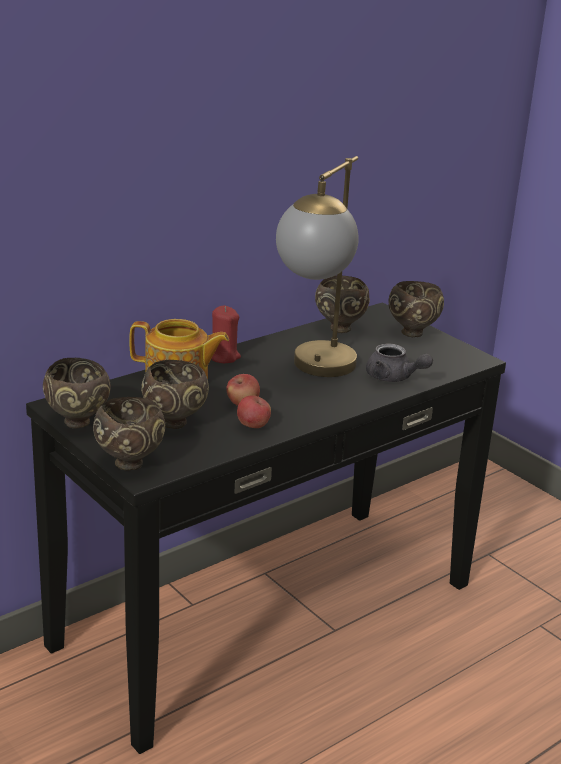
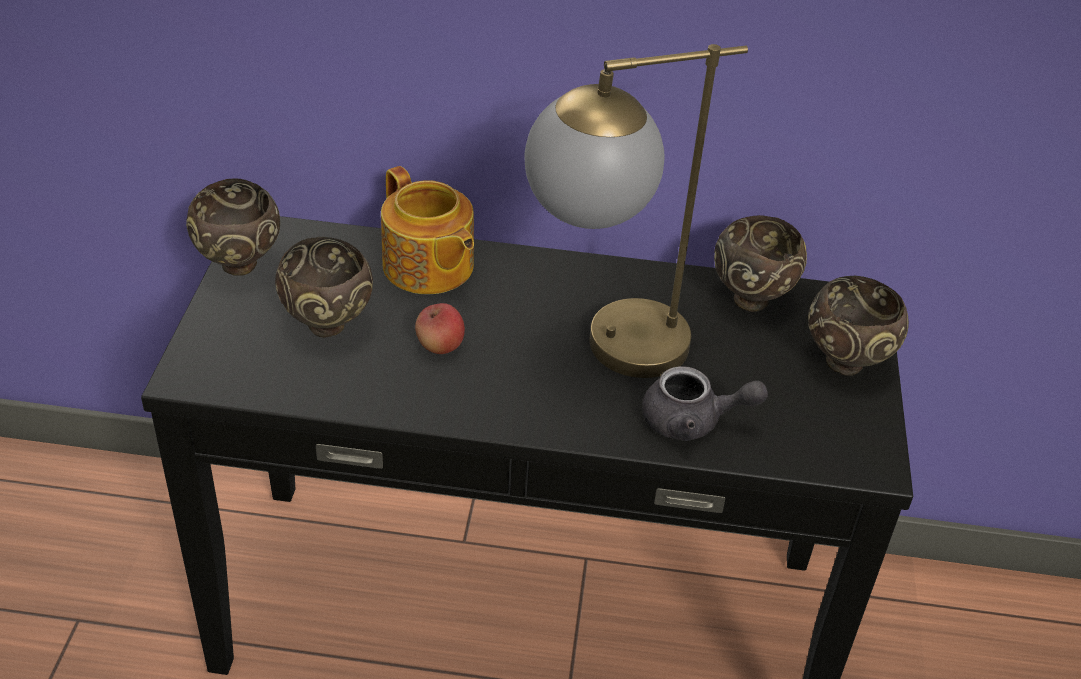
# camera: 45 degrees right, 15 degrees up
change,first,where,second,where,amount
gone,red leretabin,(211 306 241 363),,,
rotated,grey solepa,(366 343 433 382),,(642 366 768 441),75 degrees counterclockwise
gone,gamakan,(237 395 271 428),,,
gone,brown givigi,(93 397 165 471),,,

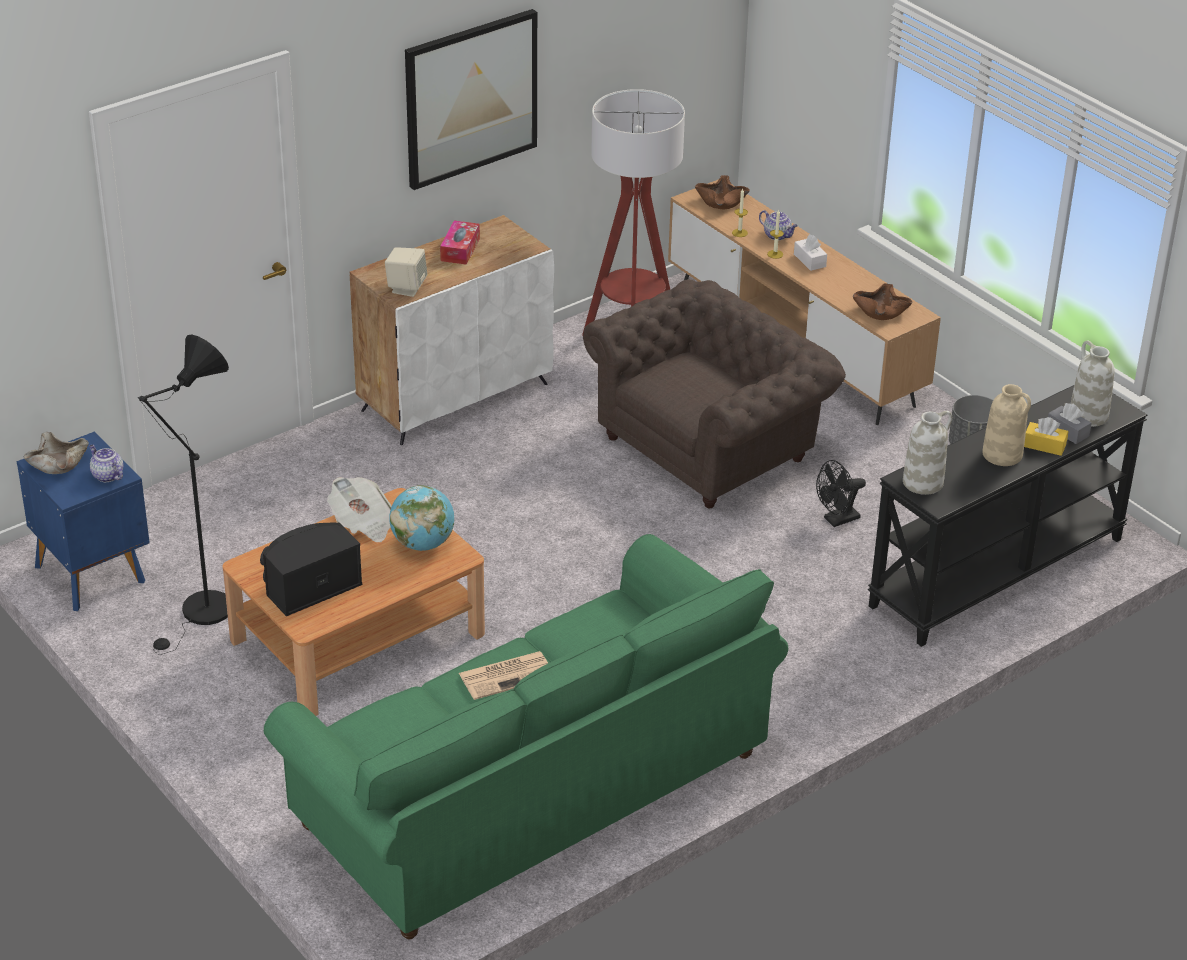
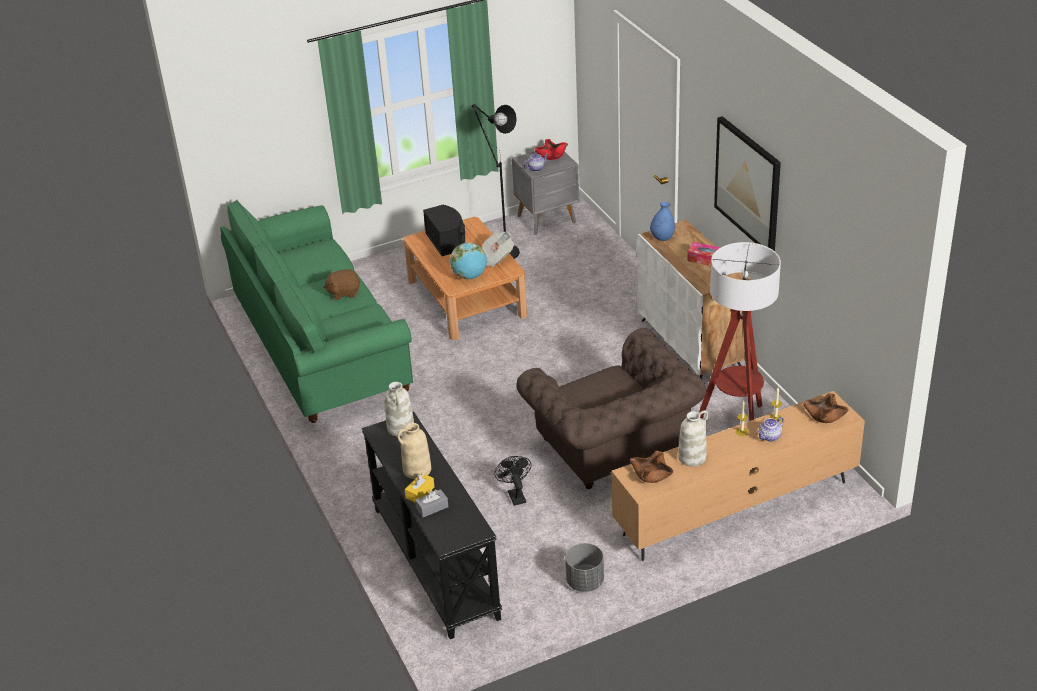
# camera: 105 degrees right, 0 degrees up
change,first,where,second,where,amount
gone,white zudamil,(794 234 827 271),,,
swapped,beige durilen,(385 247 427 297),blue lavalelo,(650 202 675 241),
shifted,white lavalelo,(1071 341 1115 427),,(678 410 708 467),
repainted,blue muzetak,(17 432 150 611),grey muzetak,(512 151 579 235),
repainted,beige givigi,(24 432 89 474),red givigi,(535 139 568 160),
swapped,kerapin,(459 651 548 700),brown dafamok,(323 269 361 300),

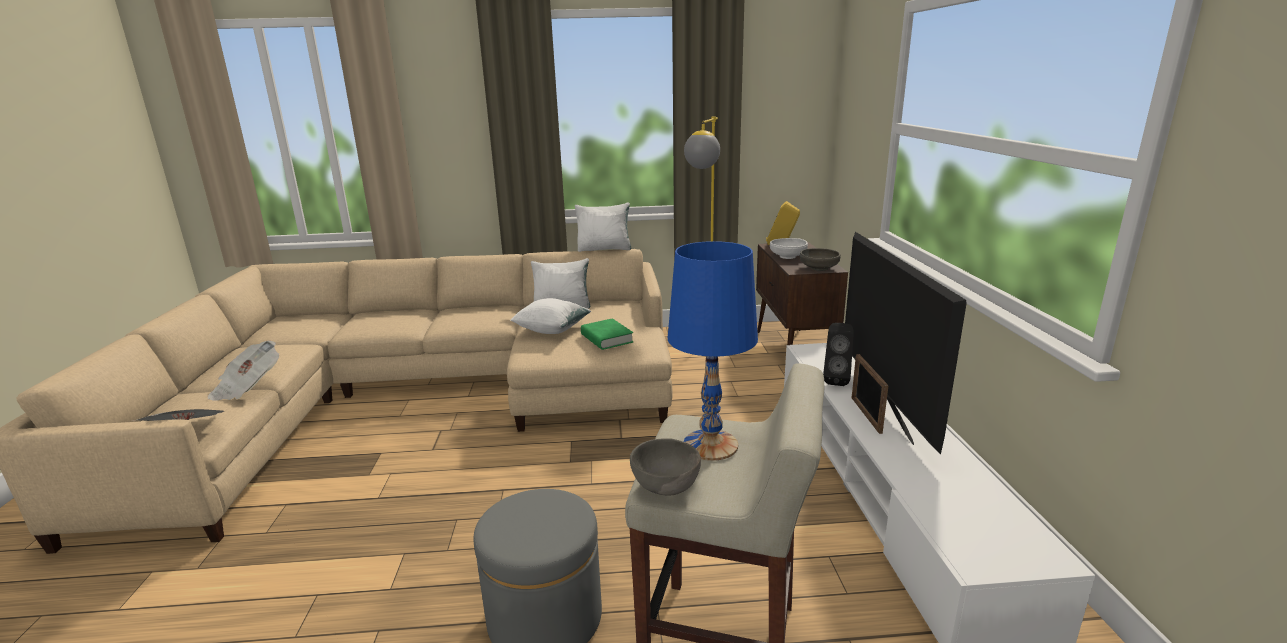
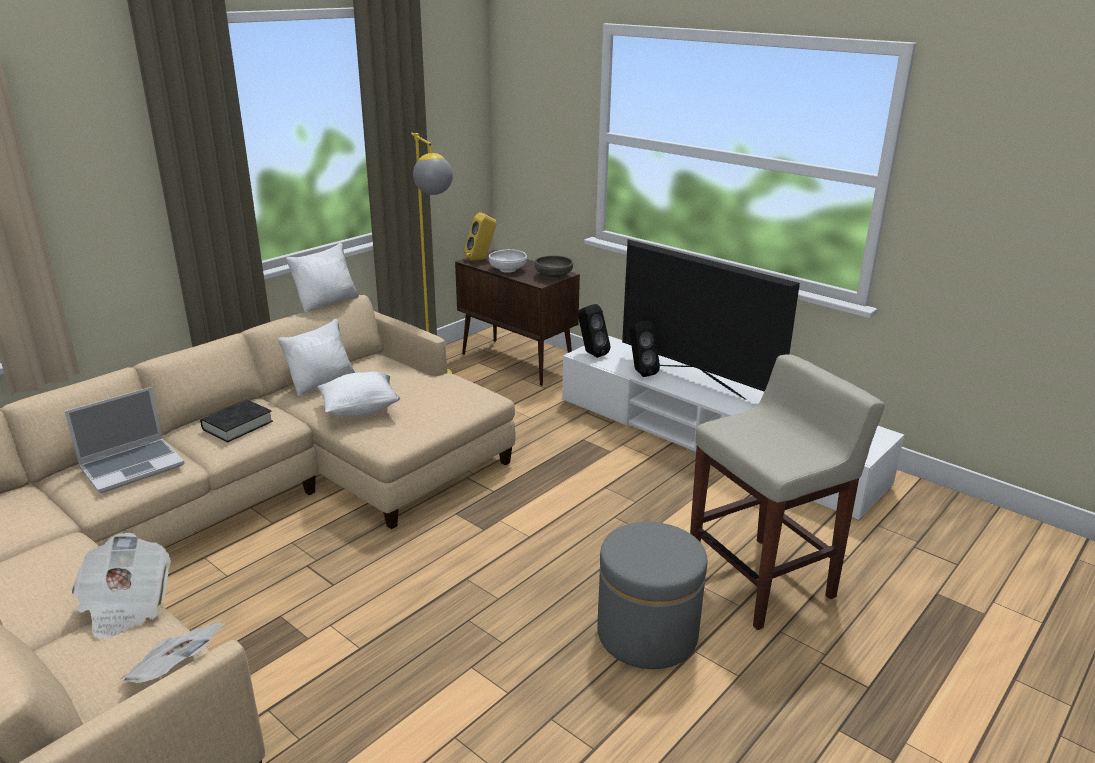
# camera: 45 degrees left, 5 degrees up
change,first,where,second,where,amount
gone,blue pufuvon,(668 241 758 461),,,
gone,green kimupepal,(581 318 633 350),,,
gone,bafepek,(852 354 889 434),,,
gone,grey givigi,(630 438 701 495),,,
new,,,black durilen,(578 304 610 358),
new,,,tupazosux,(65 387 184 493),
new,,,black kimupepal,(200 400 273 442),

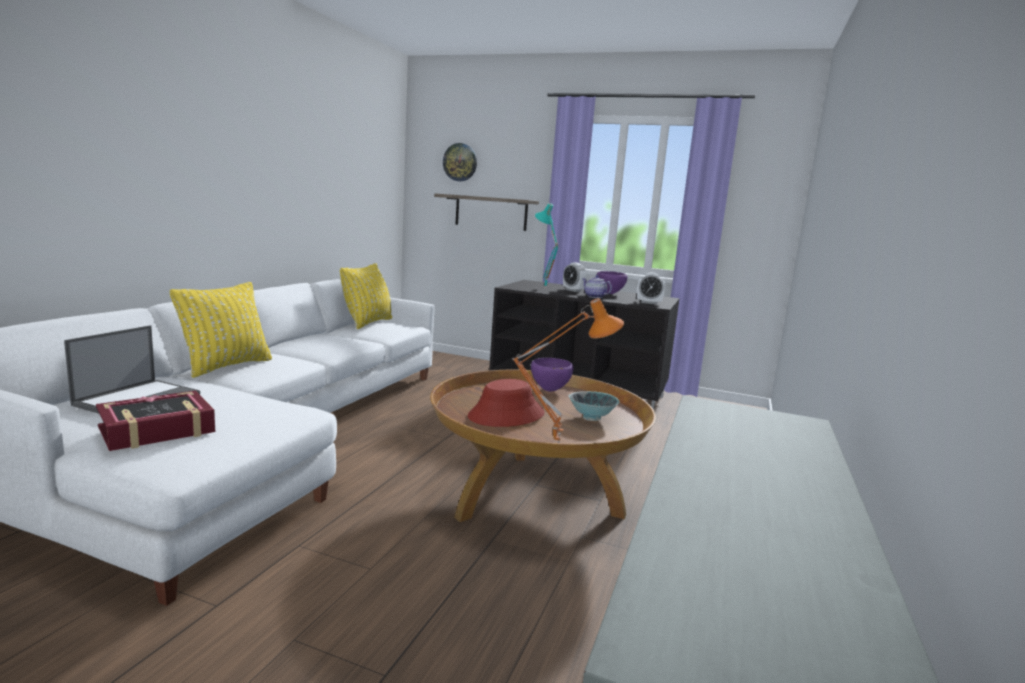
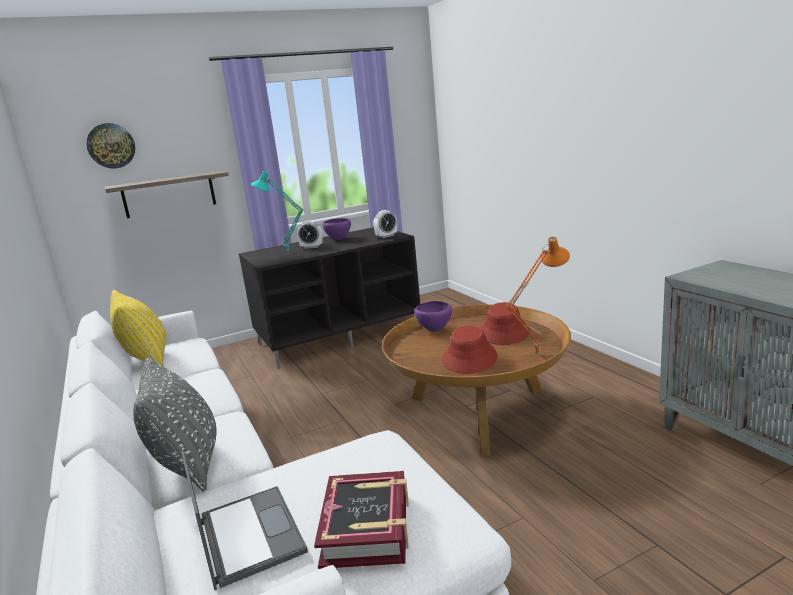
# camera: 45 degrees left, 5 degrees up
change,first,where,second,where,amount
gone,solepa,(582 275 612 298),,,
repainted,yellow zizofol,(170 282 272 378),grey zizofol,(133 357 216 491),
swapped,givigi,(569 391 620 421),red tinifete,(480 302 530 345),

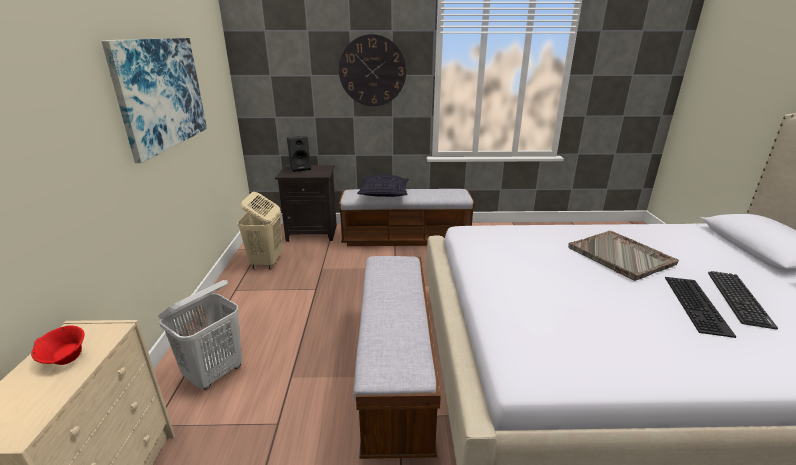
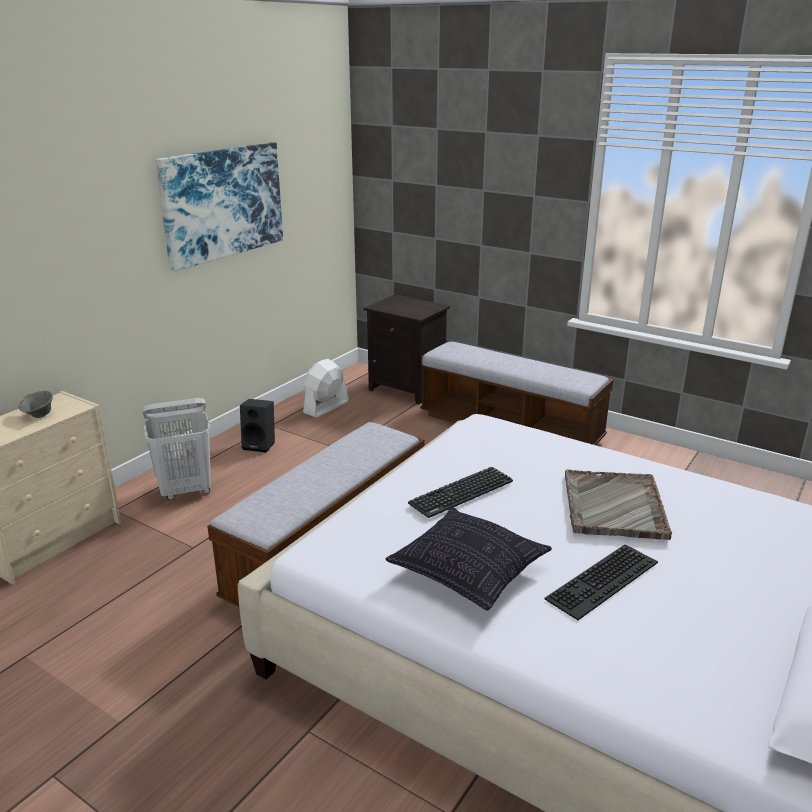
# camera: 35 degrees right, 0 degrees up
change,first,where,second,where,amount
gone,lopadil,(339 34 406 106),,,
shifted,black durilen,(287 136 311 172),,(240 399 275 453),
shifted,zizofol,(357 174 409 197),,(386 507 552 611),
swapped,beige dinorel,(237 192 282 269),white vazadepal,(303 359 349 417),
shifted,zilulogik,(708 271 778 330),,(408 467 513 518),
repainted,red givigi,(31 325 84 365),grey givigi,(19 391 53 418),

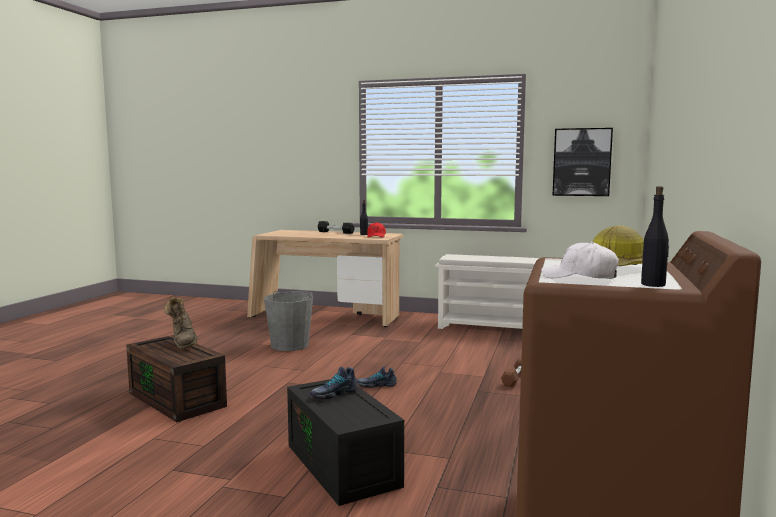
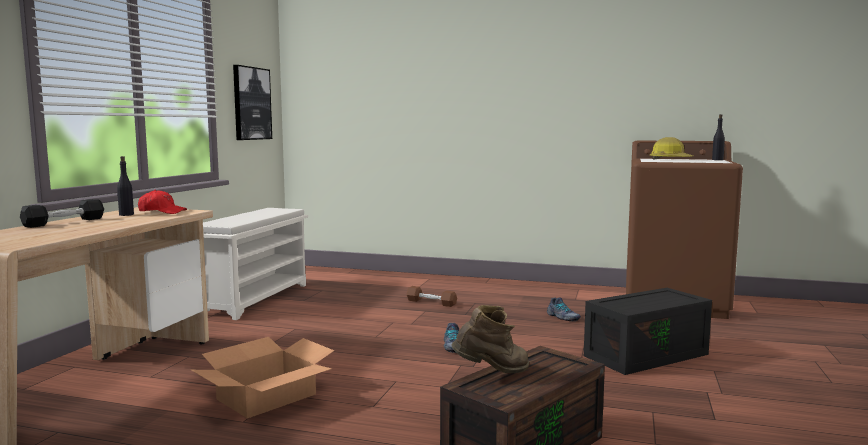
# camera: 90 degrees left, 0 degrees up
change,first,where,second,where,amount
gone,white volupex,(541 241 619 279),,,
swapped,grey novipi,(264 291 313 351),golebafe,(191 337 334 418),
shifted,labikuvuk,(310 367 358 400),,(547 297 581 321),

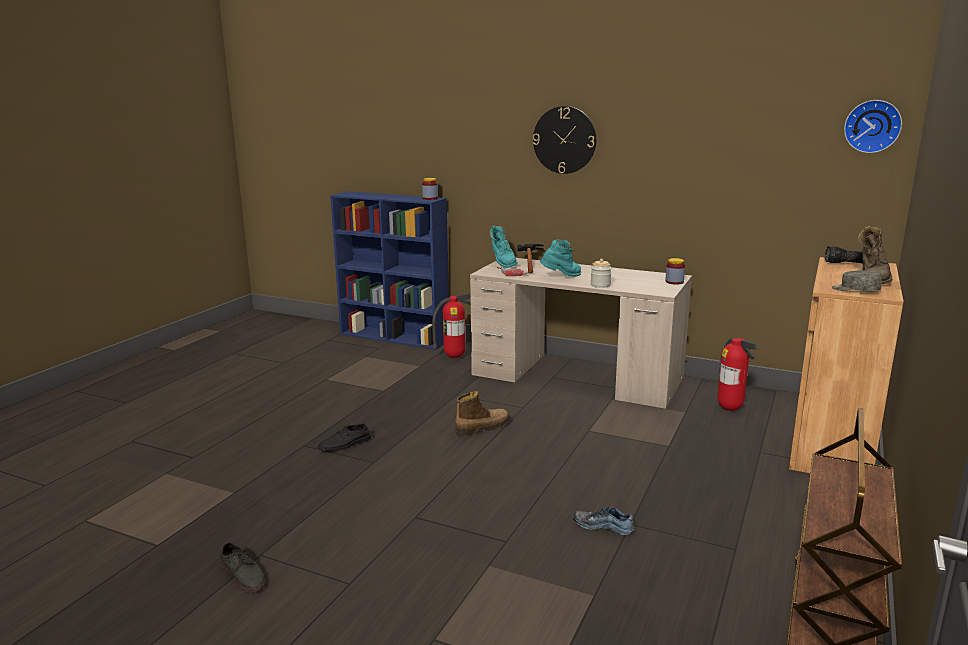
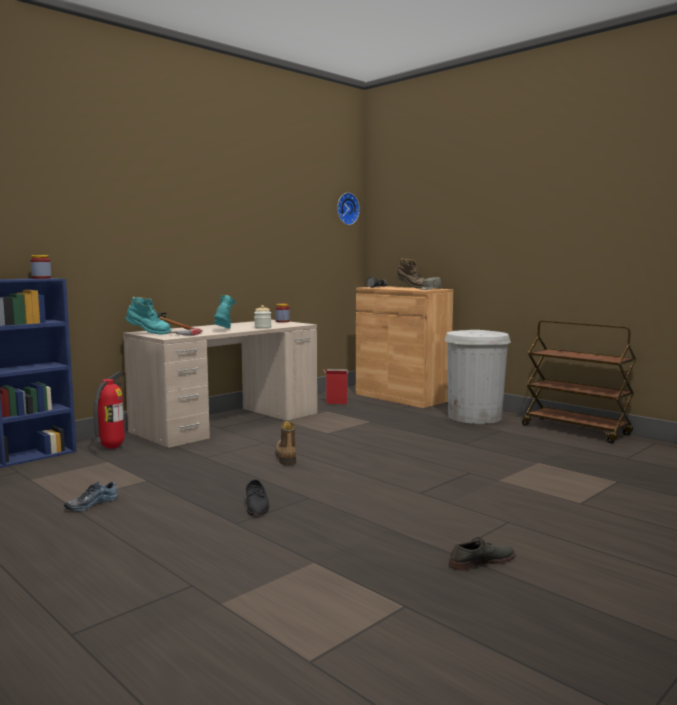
# camera: 70 degrees left, 10 degrees down
change,first,where,second,where,amount
gone,lopadil,(533 106 596 174),,,
swapped,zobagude,(717 338 758 411),golebafe,(323 369 348 404),
shifted,labikuvuk,(573 507 634 535),,(64 481 118 511),
new,,,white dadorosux,(445 330 511 424),

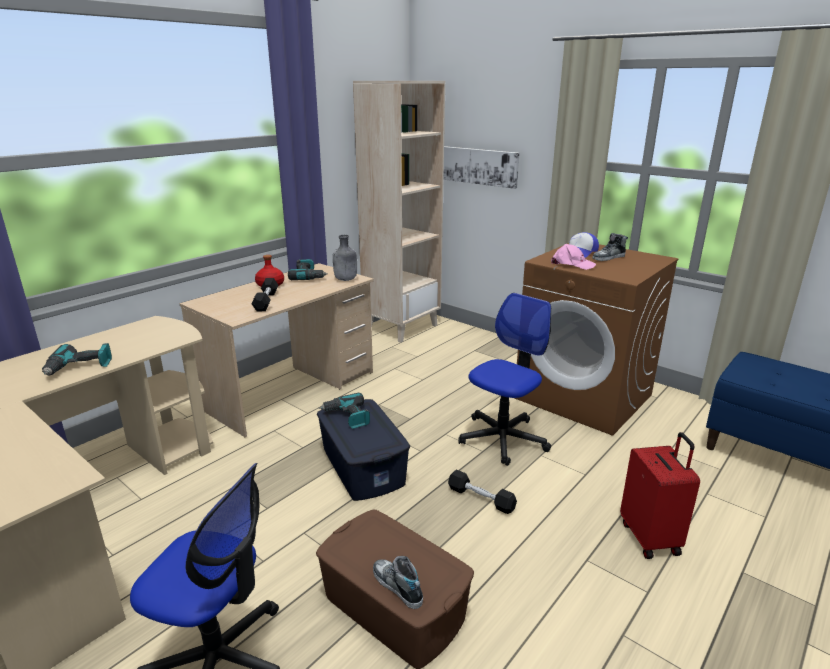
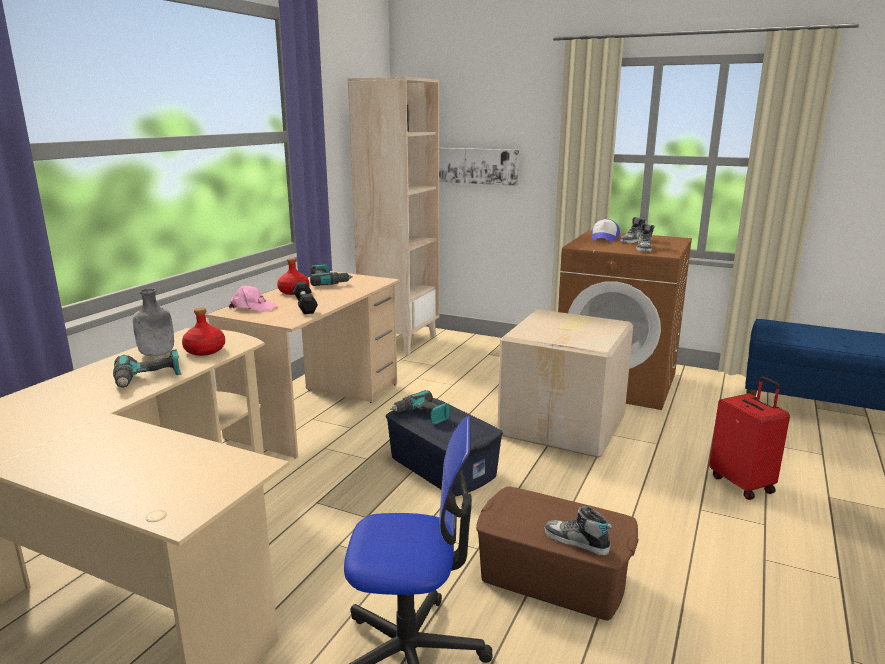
# camera: 15 degrees left, 5 degrees down
change,first,where,second,where,amount
shifted,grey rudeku,(333 235 357 281),,(133 288 174 357),
shifted,pink volupex,(551 244 596 270),,(228 285 278 312),
swapped,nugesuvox,(458 293 551 466),golebafe,(497 309 633 458),
gone,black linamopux,(448 469 517 514),,,
new,,,labikuvuk,(636 224 655 252),
new,,,red rudeku,(182 308 225 356),

